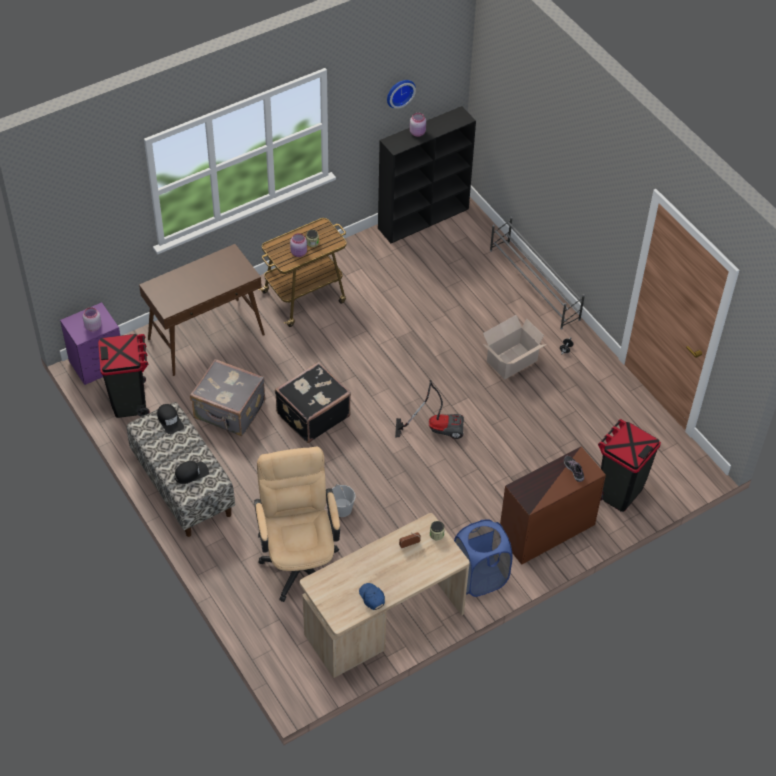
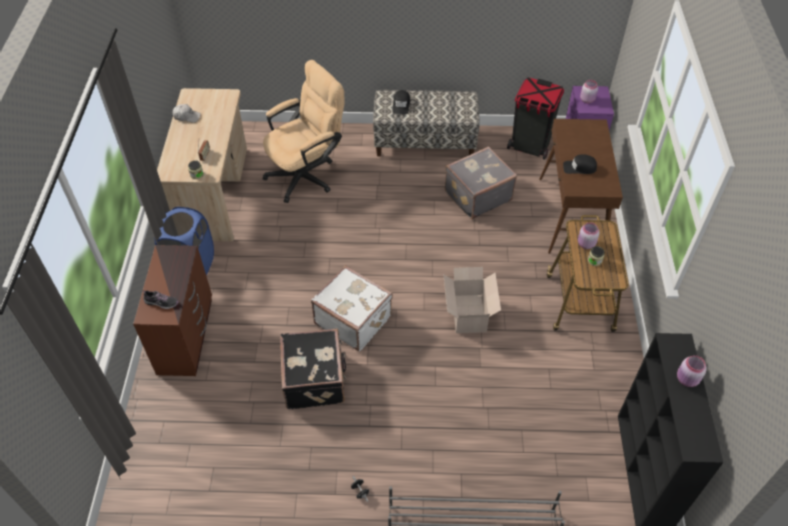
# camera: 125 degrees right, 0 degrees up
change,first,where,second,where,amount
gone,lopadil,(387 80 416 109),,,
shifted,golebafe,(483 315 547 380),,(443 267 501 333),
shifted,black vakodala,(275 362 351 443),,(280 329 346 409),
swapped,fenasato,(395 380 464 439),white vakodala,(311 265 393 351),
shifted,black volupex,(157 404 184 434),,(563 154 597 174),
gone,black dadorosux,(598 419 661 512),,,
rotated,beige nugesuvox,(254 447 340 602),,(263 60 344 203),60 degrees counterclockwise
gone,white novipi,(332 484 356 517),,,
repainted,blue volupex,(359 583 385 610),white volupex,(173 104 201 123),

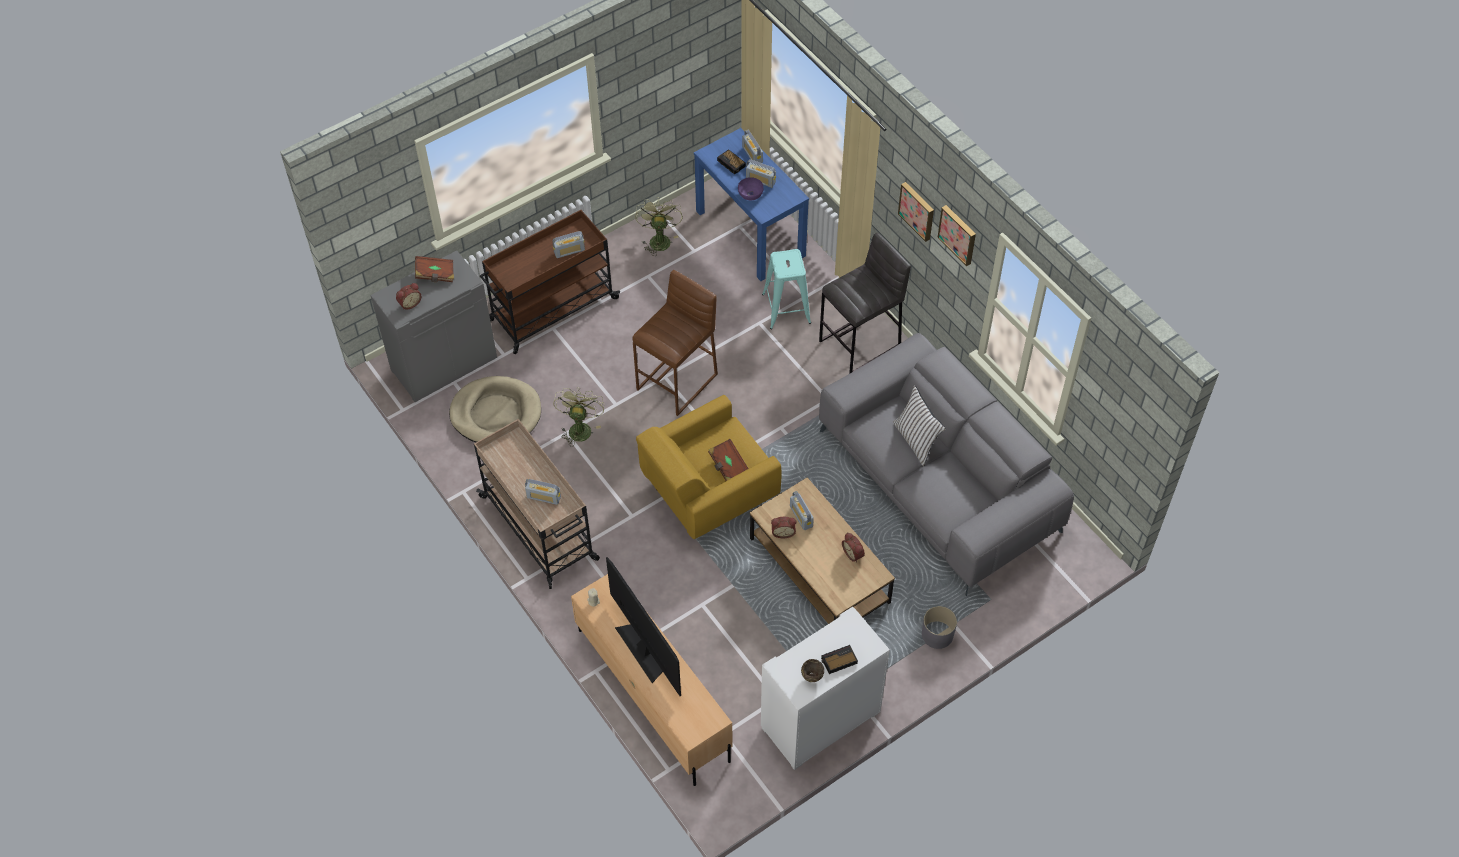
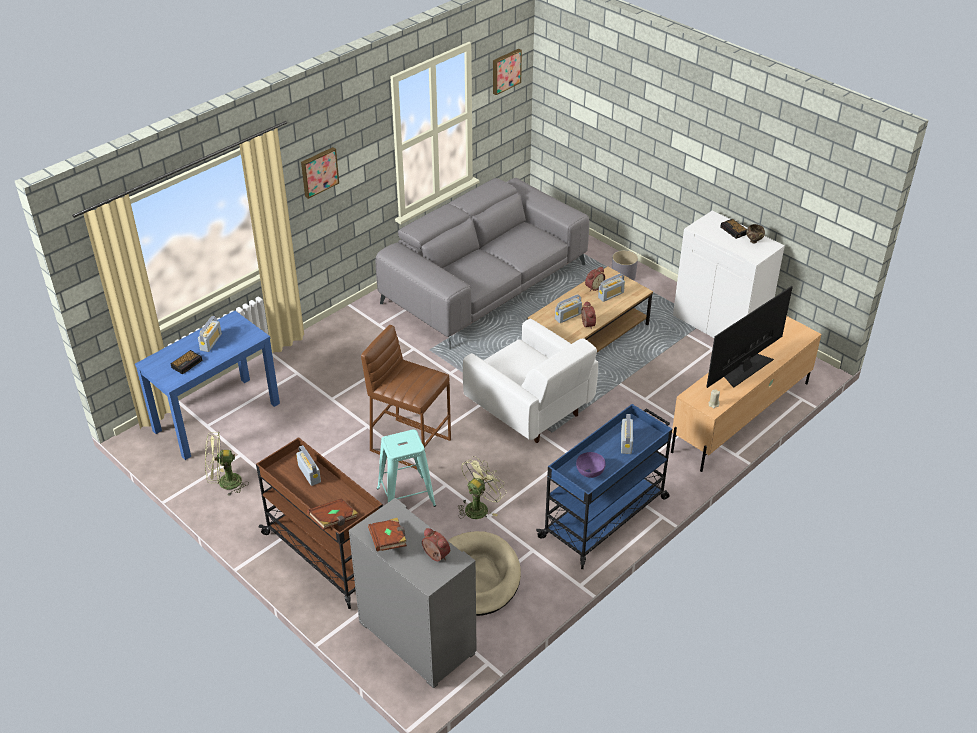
# camera: 100 degrees left, 15 degrees down
change,first,where,second,where,amount
shifted,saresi,(742 130 763 163),,(598 273 625 302),
shifted,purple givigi,(738 177 764 200),,(576 452 606 478),
shifted,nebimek,(937 205 976 266),,(493 49 522 95),
gone,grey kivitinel,(819 233 911 374),,,
shifted,turquoise kivitinel,(762 249 811 329),,(377 429 436 507),
gone,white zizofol,(893 385 946 466),,,
rotated,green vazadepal,(553 387 604 447),,(458 456 507 519),135 degrees clockwise
repainted,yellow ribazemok,(636 395 781 539),white ribazemok,(463 319 598 443),
repainted,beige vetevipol,(474 419 600 589),blue vetevipol,(536 404 672 569),
shifted,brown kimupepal,(708 439 749 481),,(307 498 359 530),

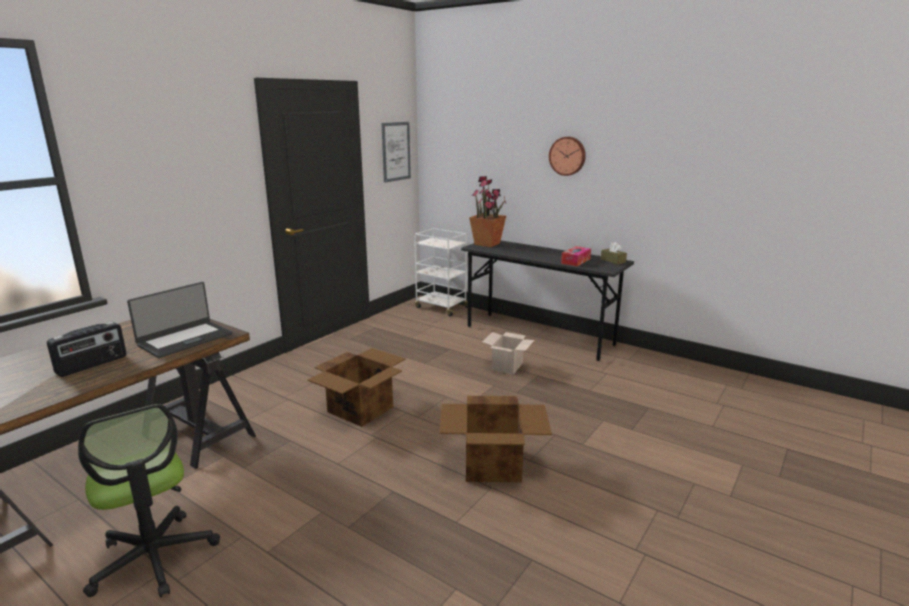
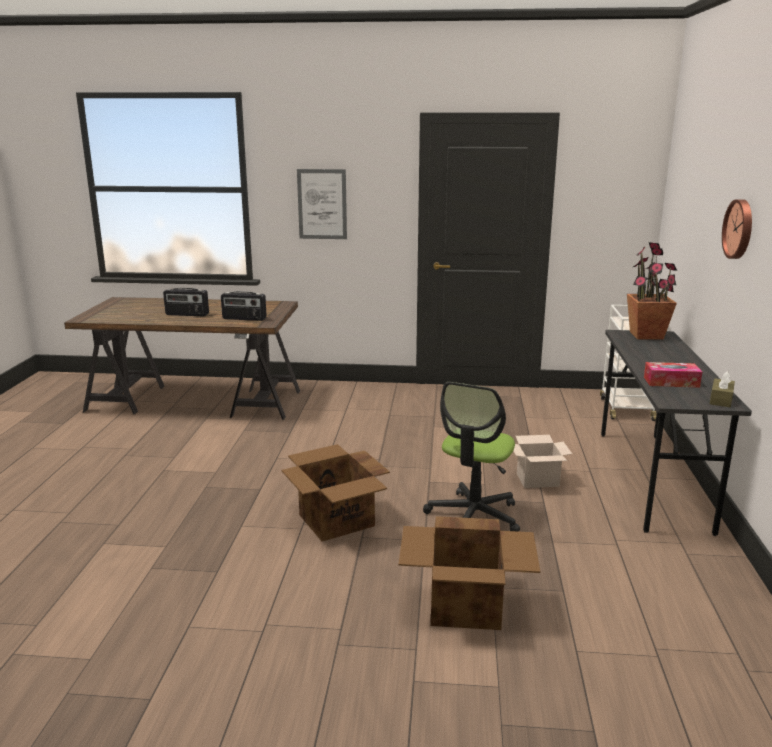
# camera: 60 degrees right, 0 degrees up
change,first,where,second,where,amount
shifted,nebimek,(381 122 411 183),,(297 169 347 239),
swapped,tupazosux,(127 282 233 358),saresi,(221 291 267 321),
shifted,golebafe,(307 348 406 427),,(399 516 540 630),
shifted,nugesuvox,(78 404 220 597),,(423 382 520 531),

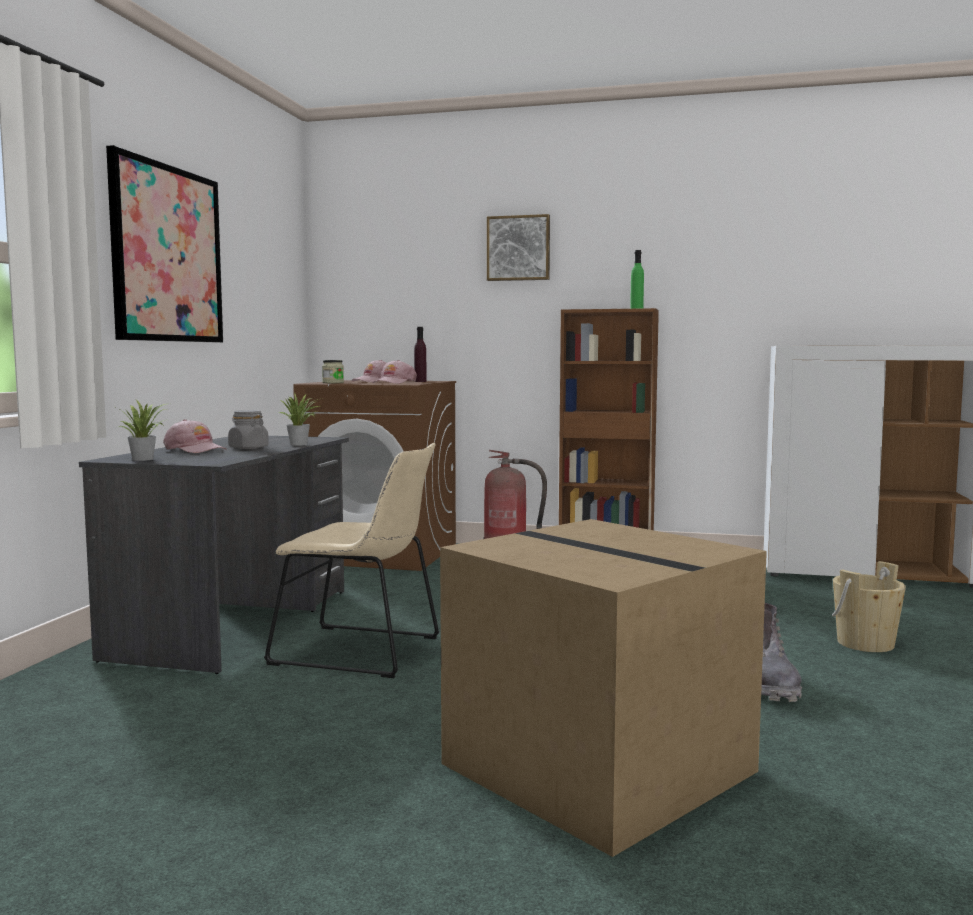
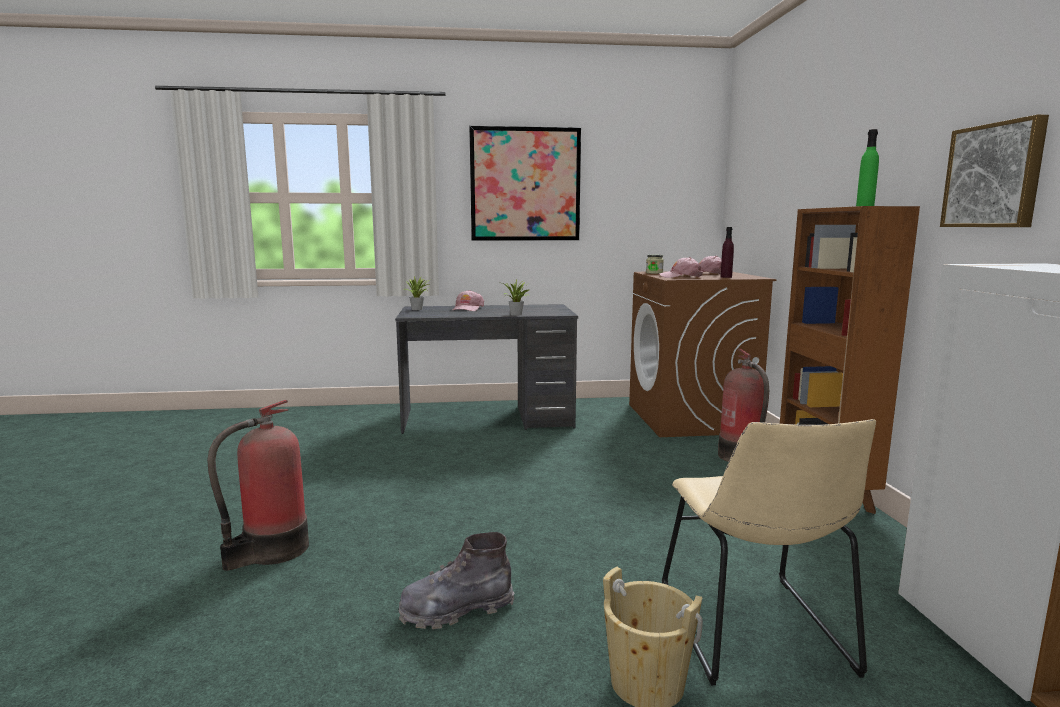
# camera: 70 degrees right, 5 degrees up
change,first,where,second,where,amount
shifted,nebimek,(487 214 550 281),,(940 115 1049 227),
gone,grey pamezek,(228 410 269 449),,,
shifted,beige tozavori,(264 443 439 678),,(662 419 876 685),
swapped,golebafe,(440 519 767 857),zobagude,(207 400 309 571),

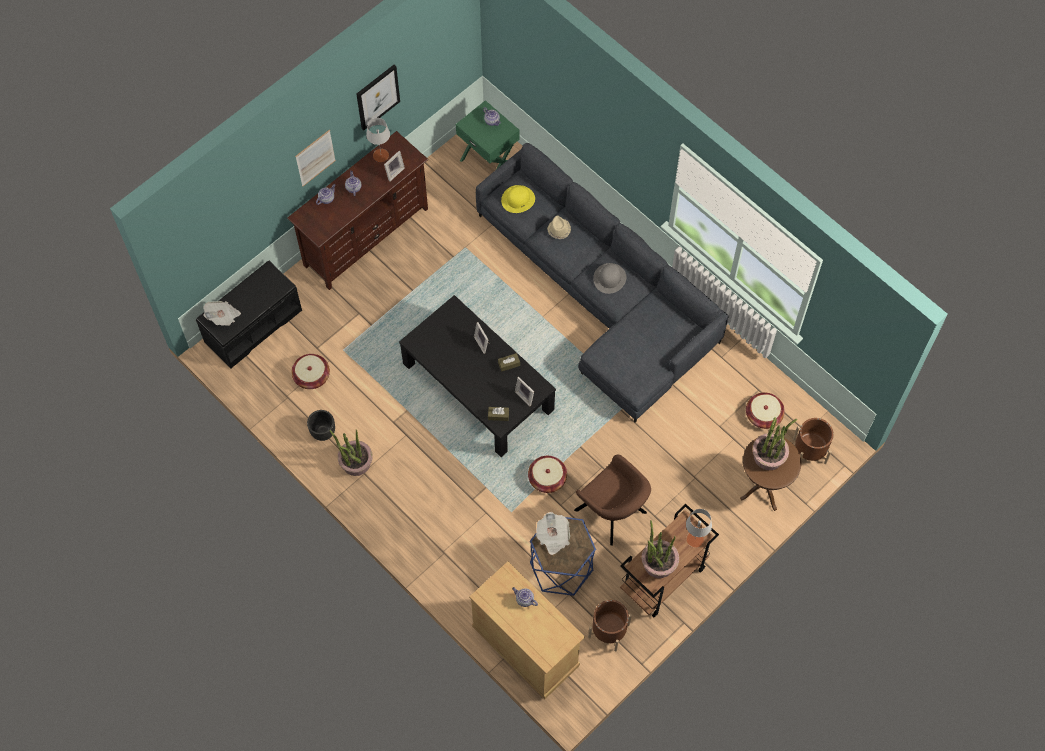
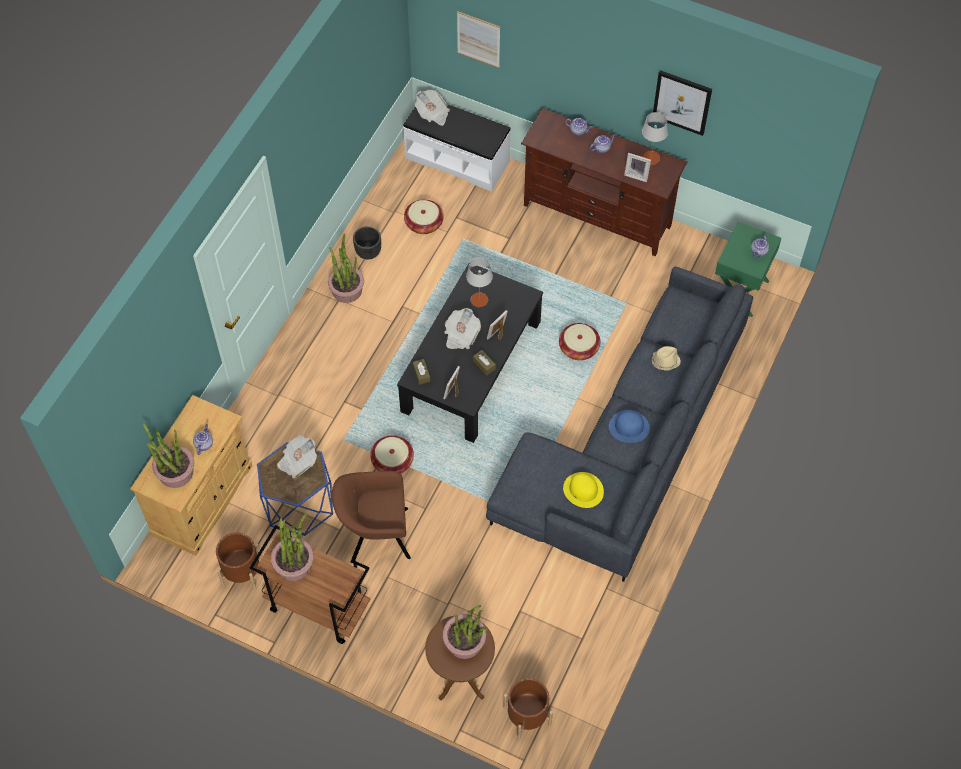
# camera: 70 degrees right, 5 degrees down
change,first,where,second,where,amount
shifted,nebimek,(295 130 336 187),,(457 11 500 68),
shifted,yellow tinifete,(501 185 535 213),,(563 472 604 508),
repainted,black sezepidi,(196 260 302 369),white sezepidi,(403 104 511 192),
repainted,grey tinifete,(593 263 626 294),blue tinifete,(609 410 650 443),
shifted,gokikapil,(746 392 785 429),,(559 323 600 360),
rotated,brown ribazemok,(574 455 651 546),,(332 471 411 563),60 degrees clockwise
shifted,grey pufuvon,(686 509 712 548),,(466 257 493 307),
new,,,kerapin,(444 308 481 349),
new,,,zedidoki,(143 422 194 488),

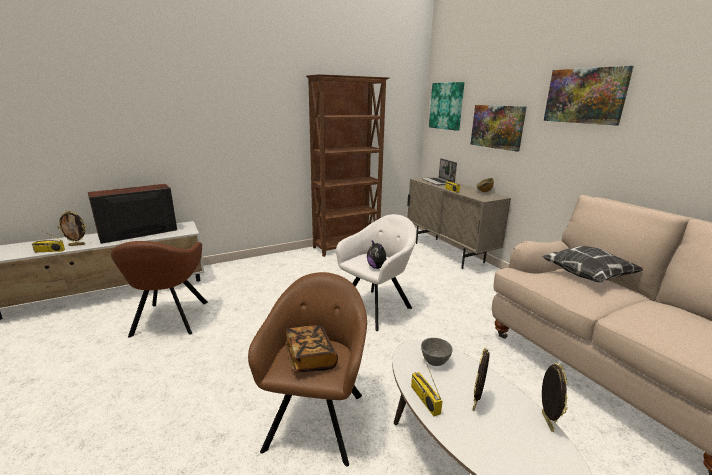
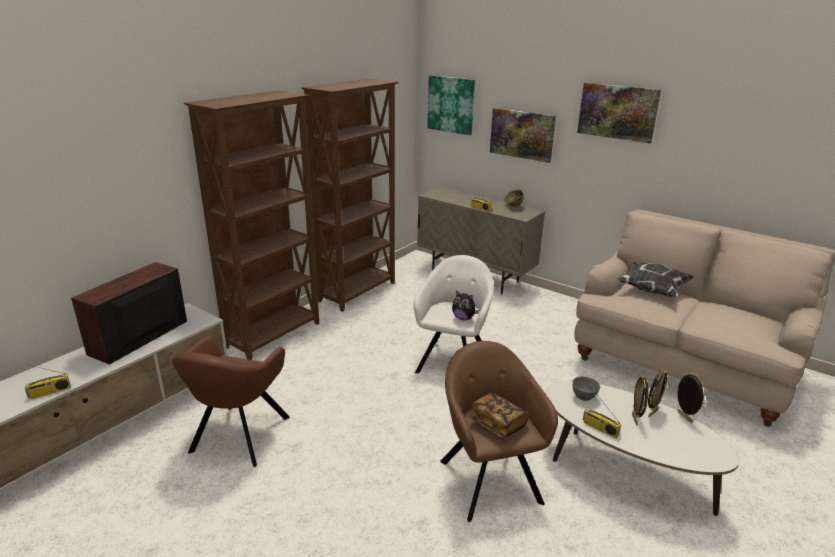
# camera: 25 degrees left, 5 degrees up
change,first,where,second,where,amount
gone,tupazosux,(422 158 457 185),,,
shifted,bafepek,(57 211 86 246),,(648 370 668 417),
rotated,brown ribazemok,(111 241 208 338),,(172 336 290 467),45 degrees clockwise
new,,,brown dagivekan,(184 90 319 360),

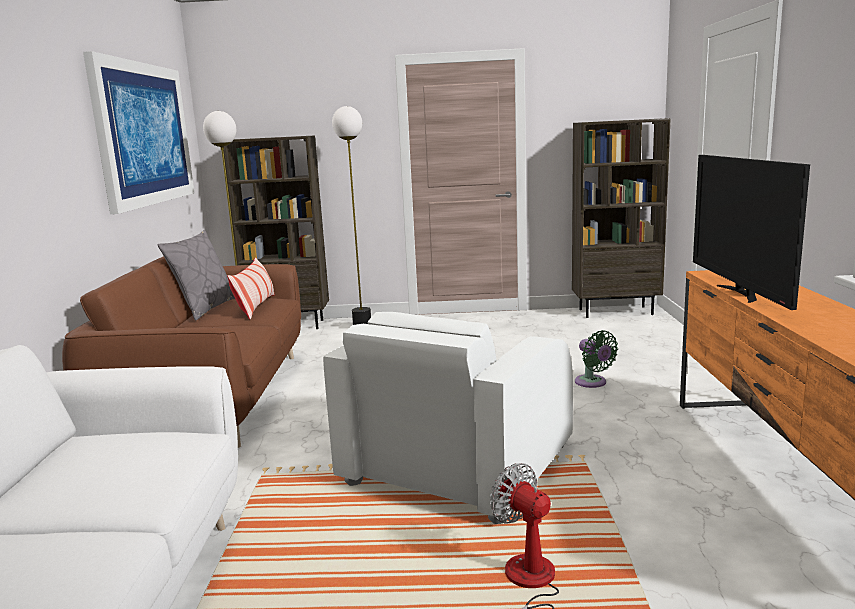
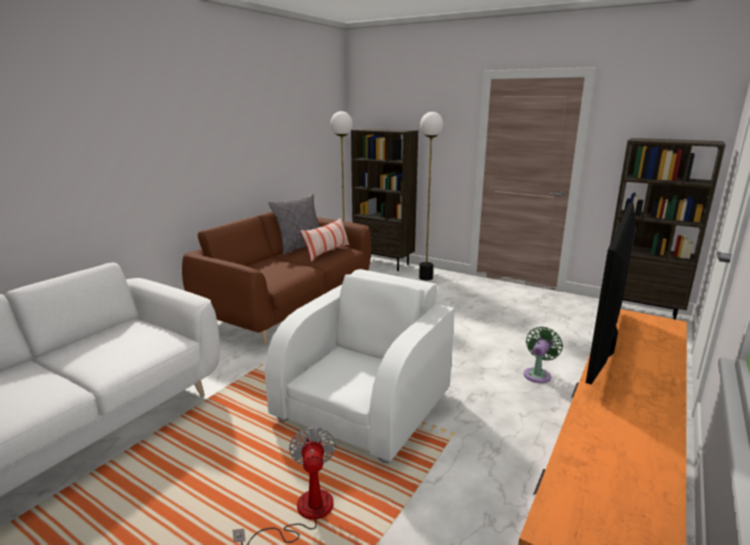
# camera: 30 degrees right, 5 degrees up
change,first,where,second,where,amount
gone,nebimek,(83 51 194 214),,,
rotated,white ribazemok,(323 312 573 524),,(265 269 454 463),150 degrees clockwise
rotated,green vazadepal,(575 330 618 388),,(524 327 563 383),150 degrees counterclockwise

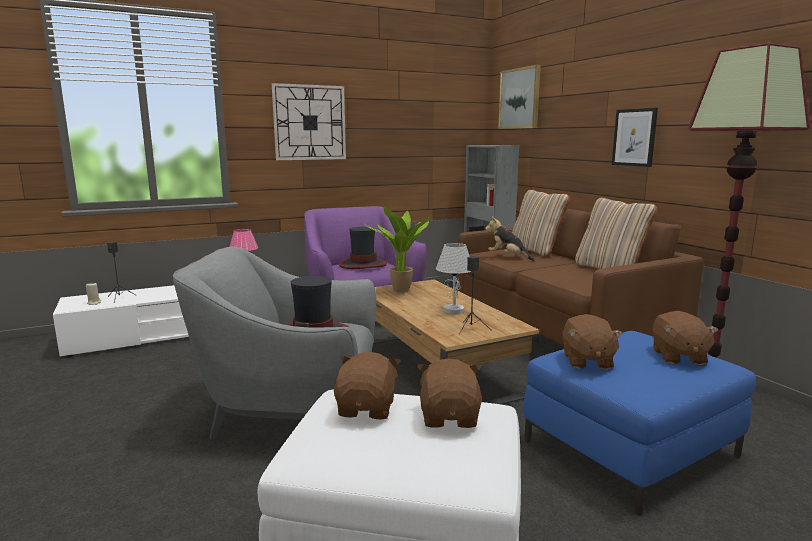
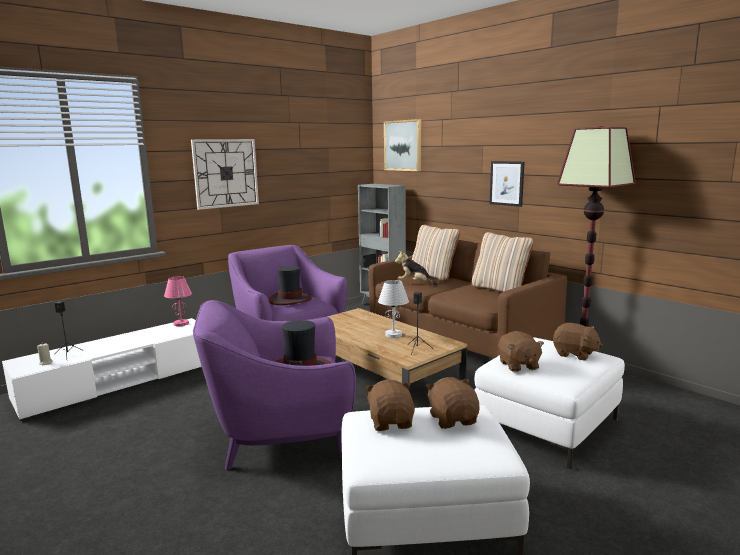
# camera: 15 degrees left, 0 degrees up
change,first,where,second,where,amount
gone,zedidoki,(366 206 429 293),,,
repainted,grey ribazemok,(173 247 376 440),purple ribazemok,(193 300 356 470),
rotated,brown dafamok,(652 311 718 365),,(553 323 603 361),45 degrees counterclockwise
repainted,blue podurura,(524 331 756 516),white podurura,(475 338 625 469),

